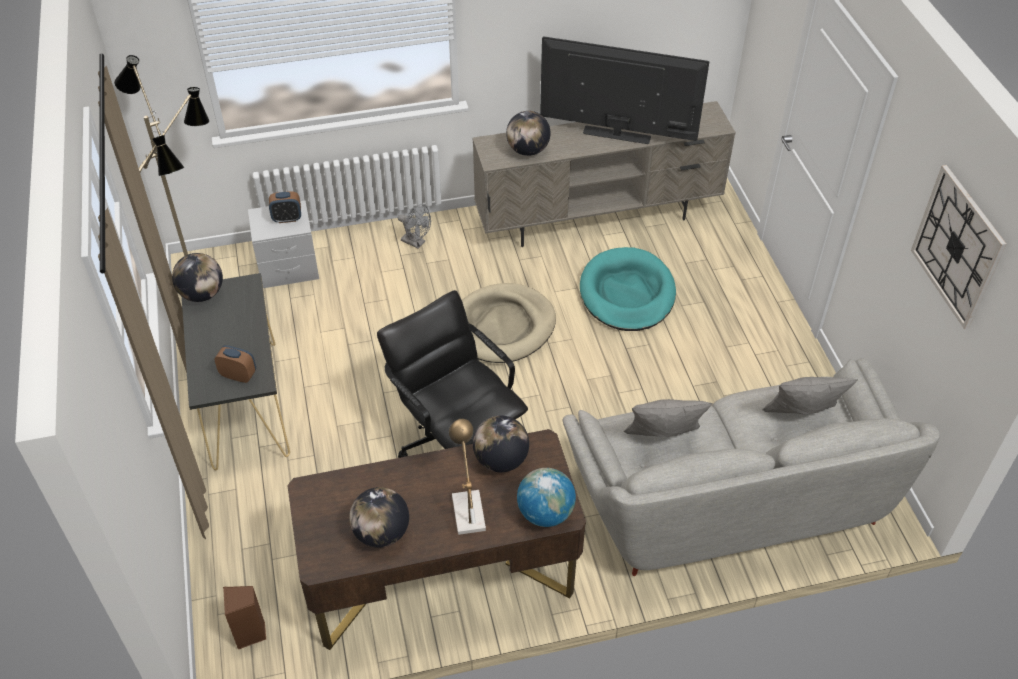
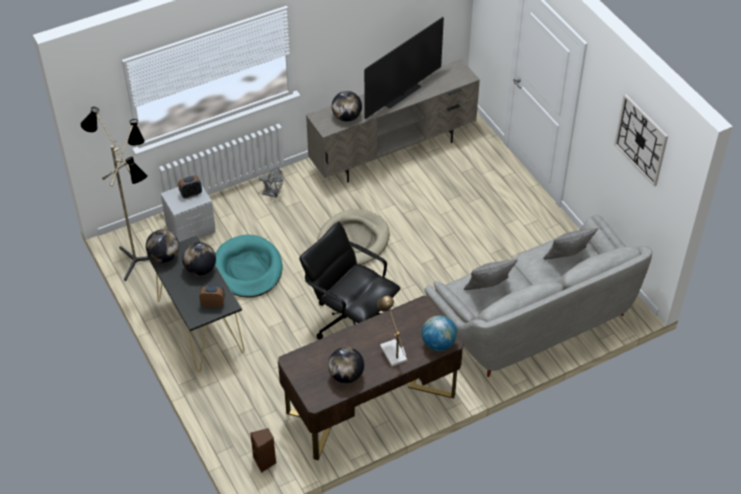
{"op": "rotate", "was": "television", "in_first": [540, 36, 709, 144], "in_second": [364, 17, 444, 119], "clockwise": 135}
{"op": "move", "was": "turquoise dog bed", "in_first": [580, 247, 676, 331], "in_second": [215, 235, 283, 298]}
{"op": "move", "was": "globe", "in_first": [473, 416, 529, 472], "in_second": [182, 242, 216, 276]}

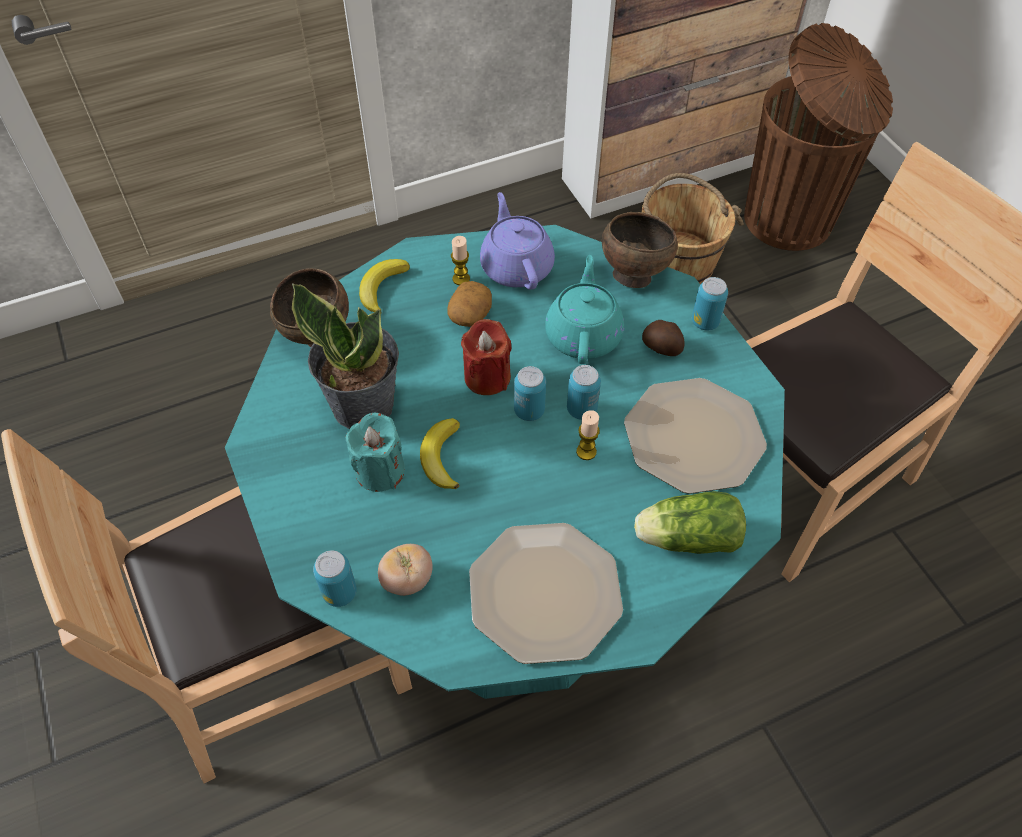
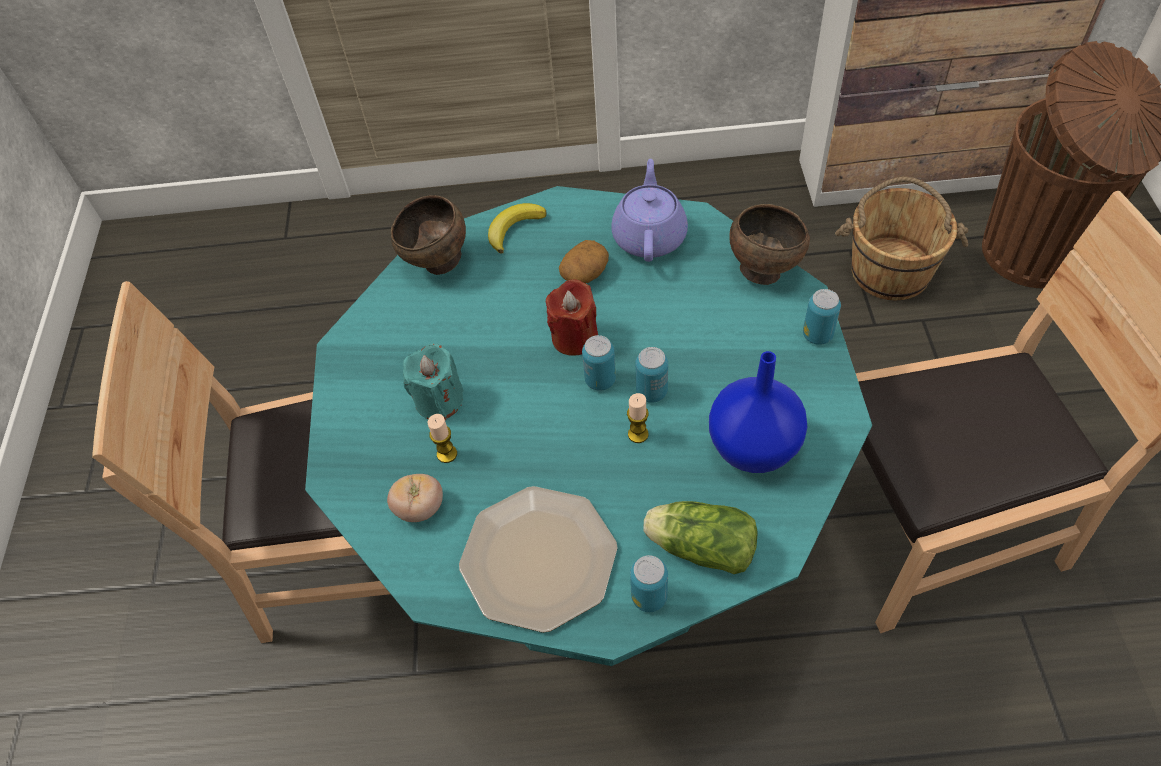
{"op": "move", "was": "candle", "in_first": [451, 236, 470, 285], "in_second": [428, 414, 457, 463]}
{"op": "delete", "was": "turquoise teapot", "in_first": [545, 255, 624, 364]}
{"op": "delete", "was": "potted plant", "in_first": [292, 283, 399, 429]}
{"op": "delete", "was": "potato", "in_first": [642, 320, 685, 356]}
{"op": "replace", "was": "plate", "now": "blue vase", "in_first": [624, 378, 767, 494], "in_second": [709, 351, 807, 473]}
{"op": "delete", "was": "banana", "in_first": [420, 418, 460, 489]}
{"op": "move", "was": "can", "in_first": [313, 550, 357, 607], "in_second": [630, 555, 668, 612]}

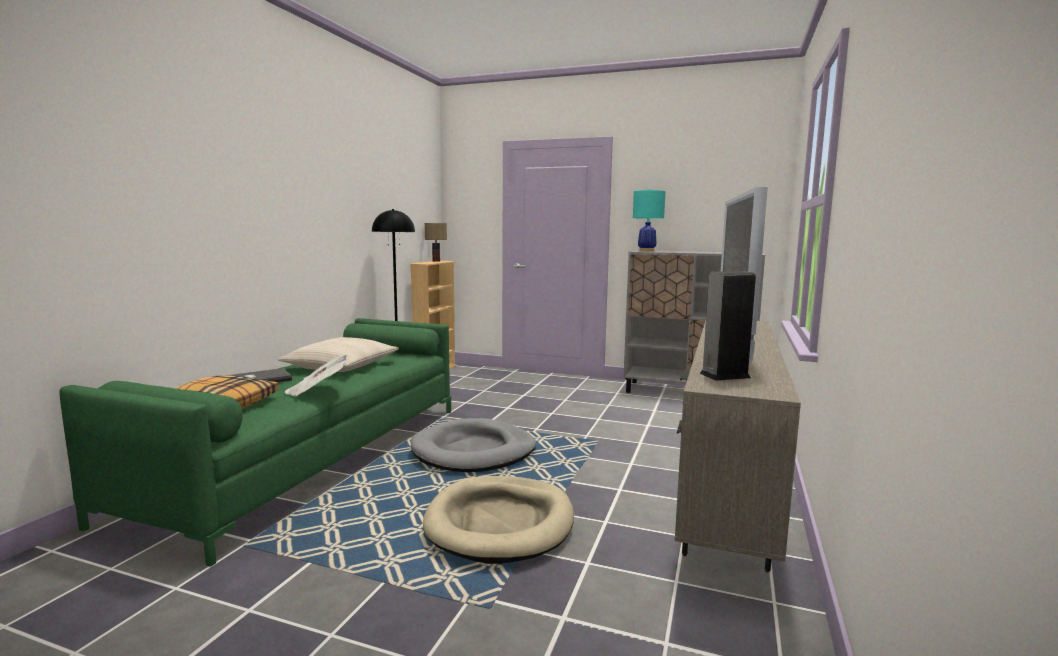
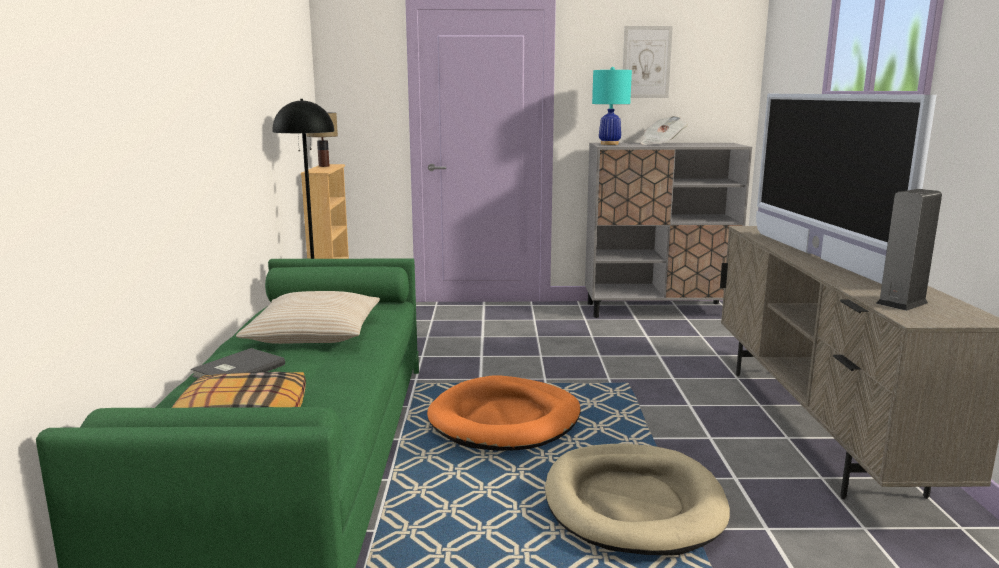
{"op": "move", "was": "newspaper", "in_first": [285, 355, 350, 396], "in_second": [641, 116, 688, 145]}
{"op": "recolor", "was": "grey dog bed", "now": "orange dog bed", "in_first": [411, 418, 536, 472], "in_second": [427, 375, 581, 451]}
{"op": "insert", "now": "picture", "in_second": [623, 26, 673, 98]}

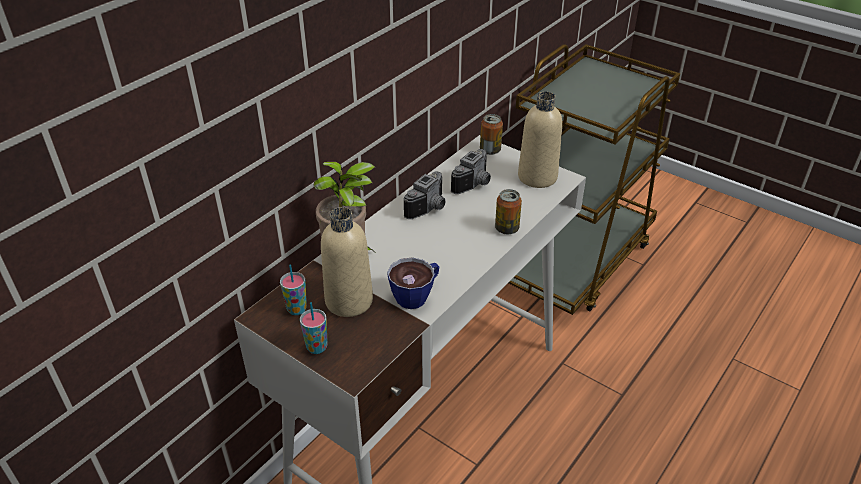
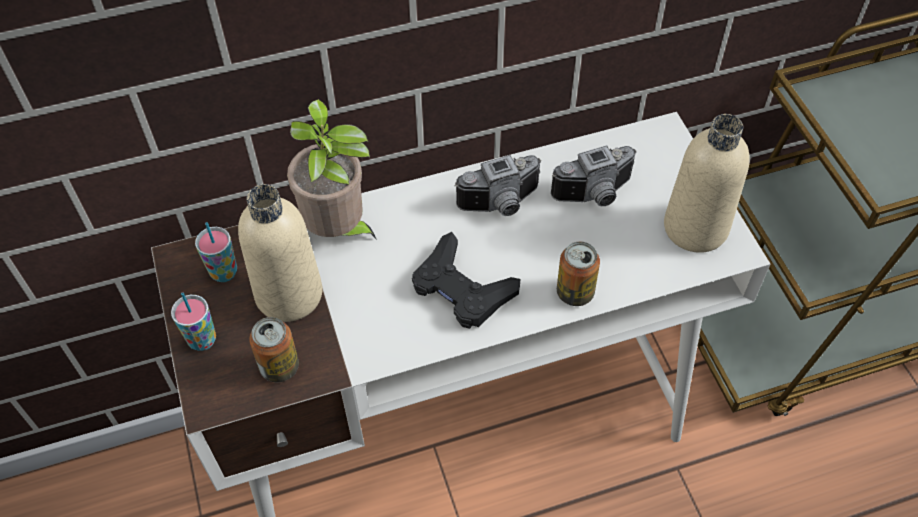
{"op": "move", "was": "can", "in_first": [480, 114, 503, 155], "in_second": [249, 317, 299, 382]}
{"op": "delete", "was": "cup", "in_first": [387, 257, 439, 309]}
{"op": "insert", "now": "black game controller", "in_second": [412, 232, 520, 329]}

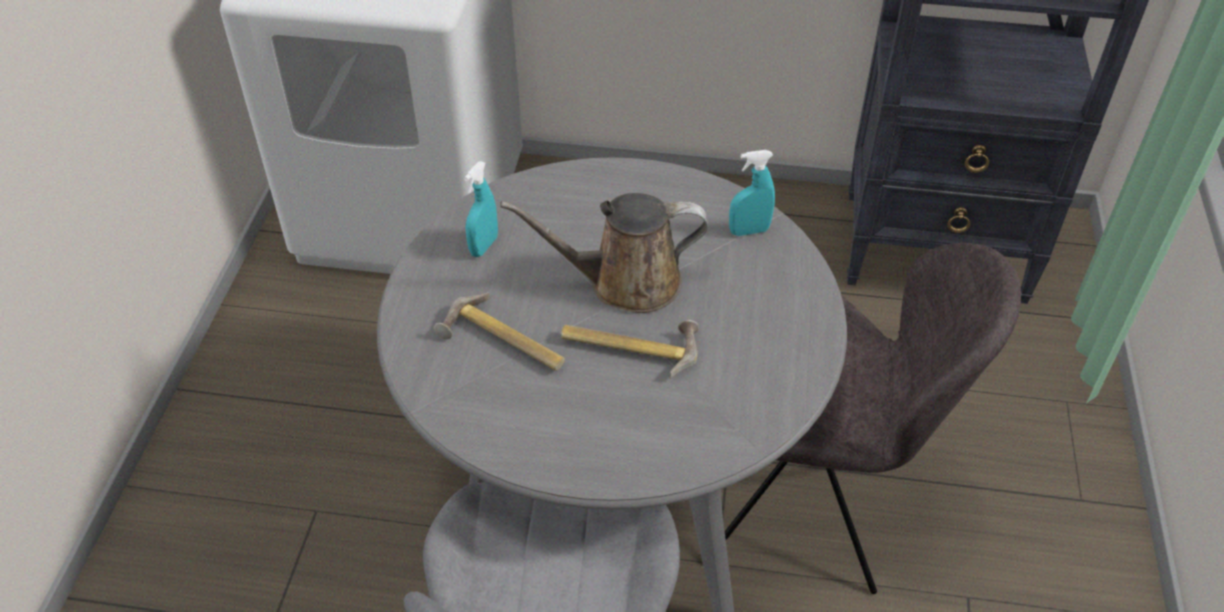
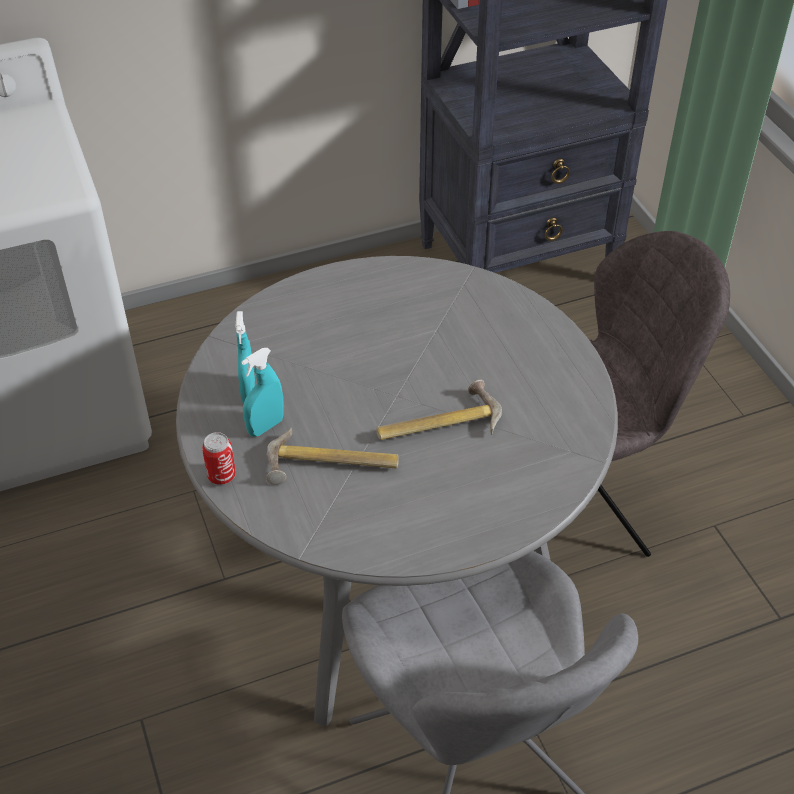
{"op": "move", "was": "turquoise spray bottle", "in_first": [729, 150, 775, 236], "in_second": [241, 348, 284, 437]}
{"op": "delete", "was": "brown watering can", "in_first": [500, 193, 708, 313]}
{"op": "insert", "now": "can", "in_second": [202, 432, 236, 485]}

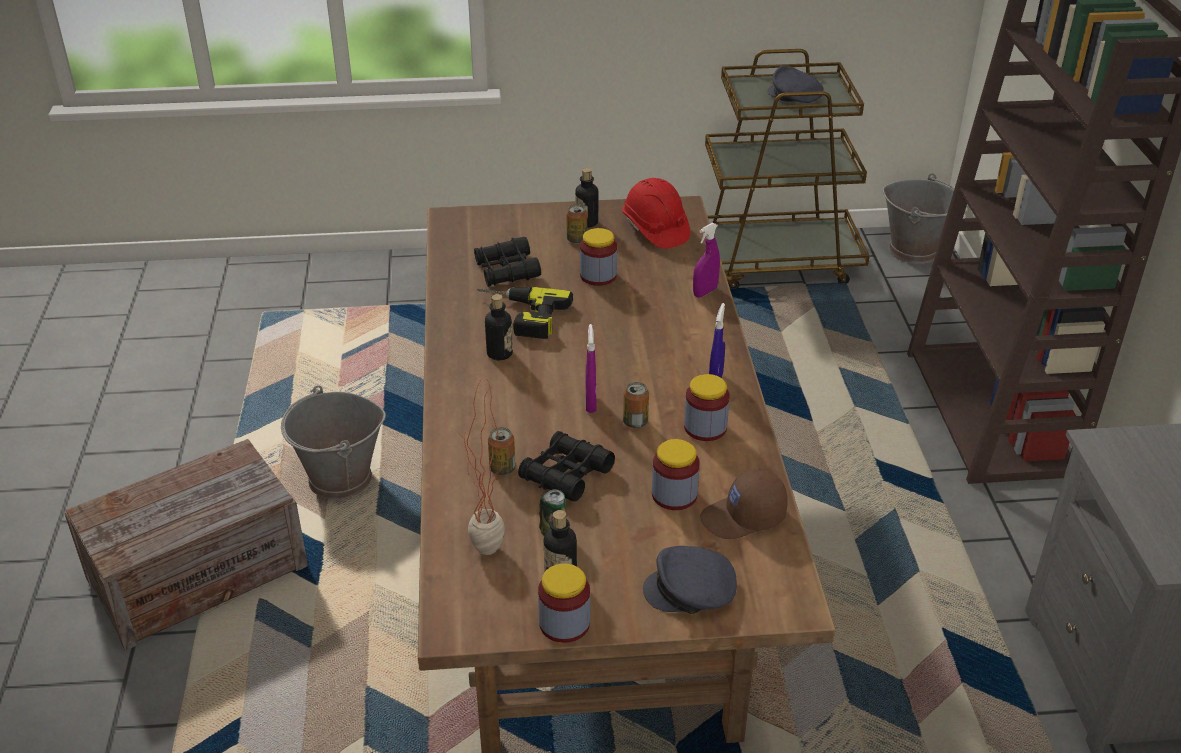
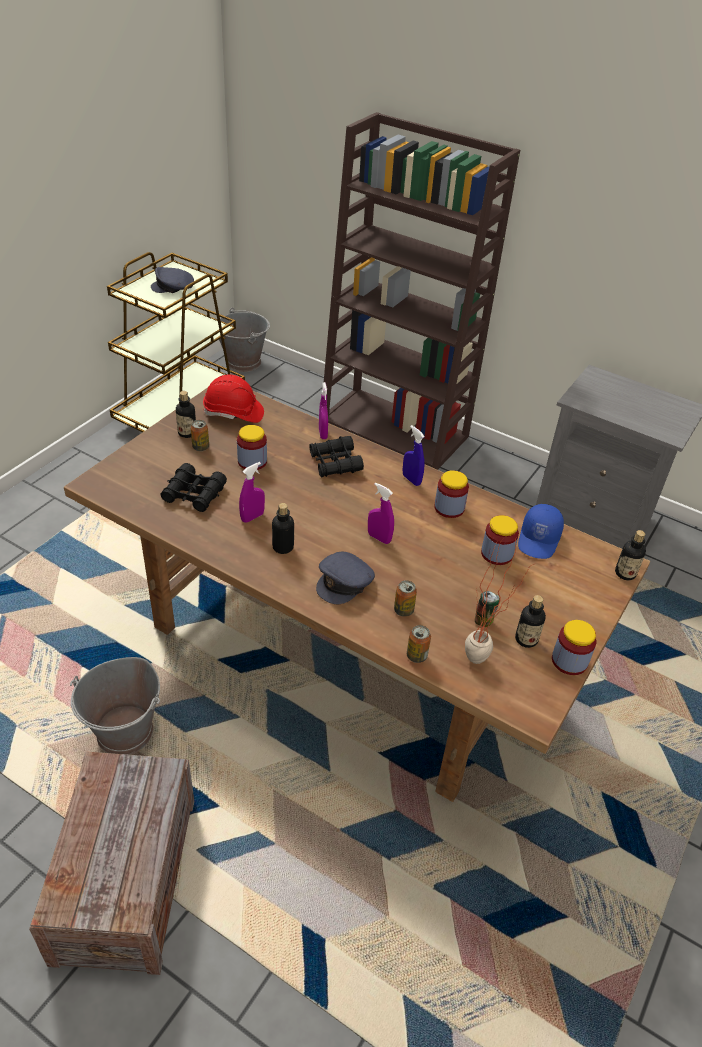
{"op": "replace", "was": "power drill", "now": "purple spray bottle", "in_first": [477, 287, 573, 339], "in_second": [239, 462, 265, 523]}
{"op": "move", "was": "can", "in_first": [623, 382, 649, 428], "in_second": [407, 625, 431, 663]}
{"op": "move", "was": "black binoculars", "in_first": [518, 431, 615, 501], "in_second": [309, 436, 364, 477]}
{"op": "recolor", "was": "brown cap", "now": "blue cap", "in_first": [700, 469, 788, 539], "in_second": [518, 504, 564, 559]}
{"op": "move", "was": "grey cap", "in_first": [643, 546, 737, 614], "in_second": [316, 552, 375, 604]}
{"op": "insert", "now": "bottle", "in_second": [615, 530, 646, 580]}

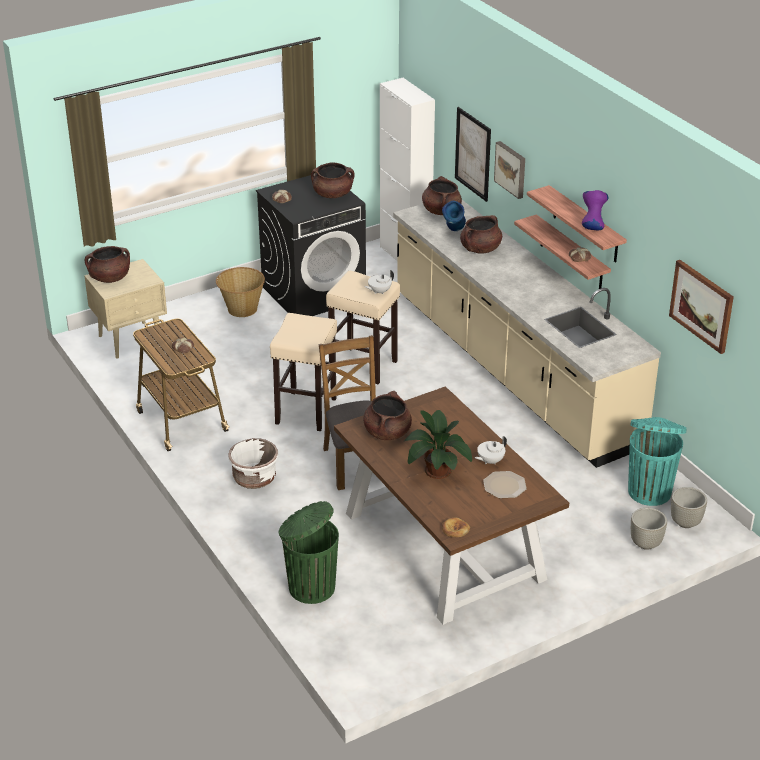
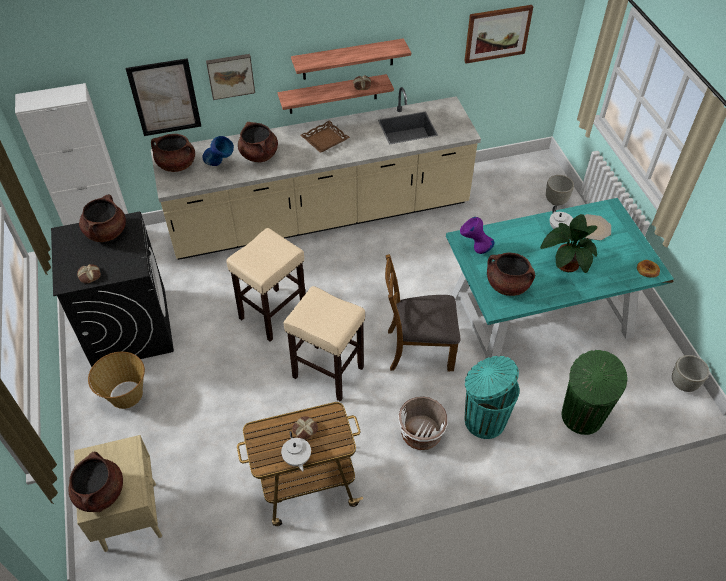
{"op": "move", "was": "purple vase", "in_first": [582, 190, 609, 230], "in_second": [460, 217, 495, 254]}
{"op": "move", "was": "white teapot", "in_first": [364, 270, 394, 294], "in_second": [281, 431, 311, 471]}
{"op": "recolor", "was": "brown dining table", "now": "turquoise dining table", "in_first": [334, 386, 569, 625], "in_second": [446, 198, 674, 359]}
{"op": "move", "was": "turquoise trash can", "in_first": [628, 417, 687, 506], "in_second": [465, 356, 520, 439]}
{"op": "move", "was": "grey planter", "in_first": [671, 487, 707, 528], "in_second": [672, 355, 710, 392]}
{"op": "insert", "now": "brown tray", "in_second": [300, 120, 350, 153]}

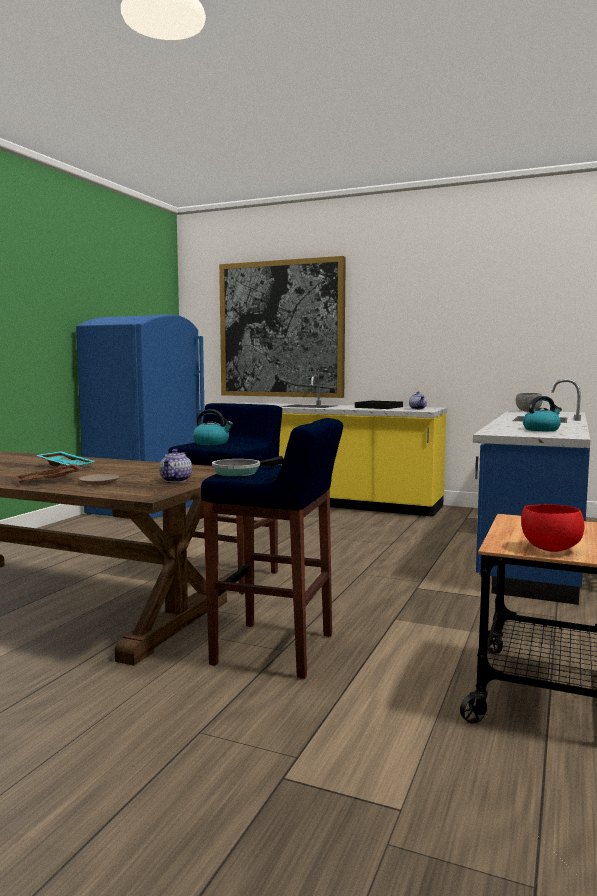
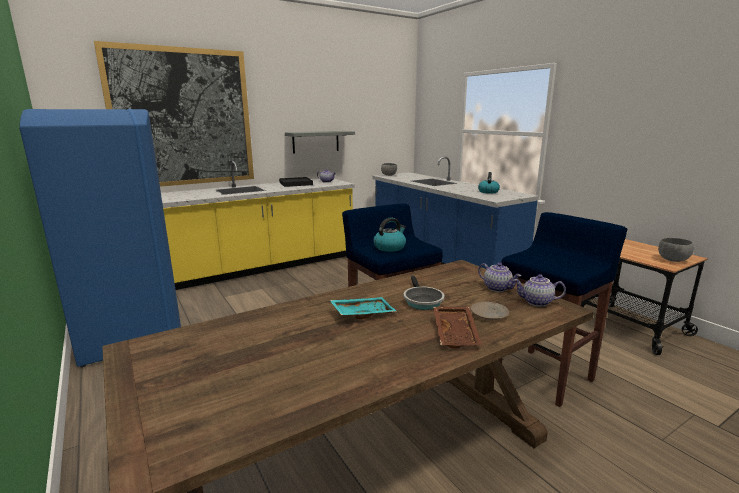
{"op": "move", "was": "frying pan", "in_first": [212, 456, 284, 477], "in_second": [403, 276, 445, 310]}
{"op": "recolor", "was": "red bowl", "now": "grey bowl", "in_first": [521, 504, 585, 552], "in_second": [658, 238, 694, 262]}
{"op": "insert", "now": "grey shelf", "in_second": [285, 131, 355, 153]}
{"op": "insert", "now": "teapot", "in_second": [513, 274, 566, 307]}

